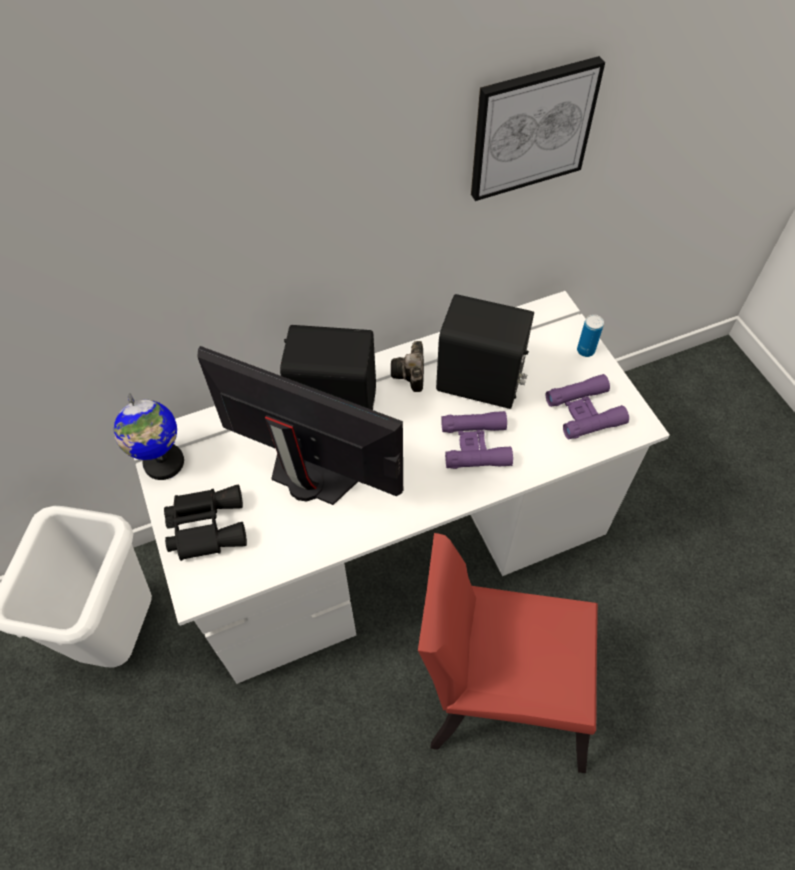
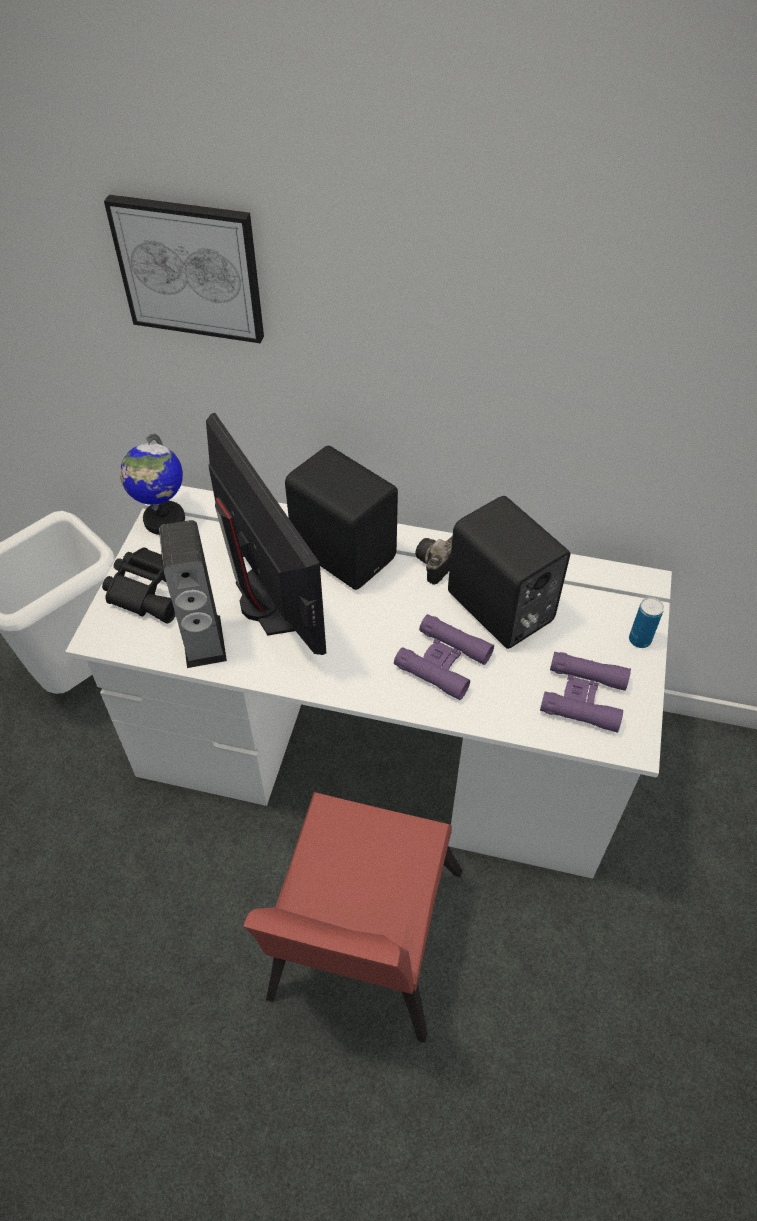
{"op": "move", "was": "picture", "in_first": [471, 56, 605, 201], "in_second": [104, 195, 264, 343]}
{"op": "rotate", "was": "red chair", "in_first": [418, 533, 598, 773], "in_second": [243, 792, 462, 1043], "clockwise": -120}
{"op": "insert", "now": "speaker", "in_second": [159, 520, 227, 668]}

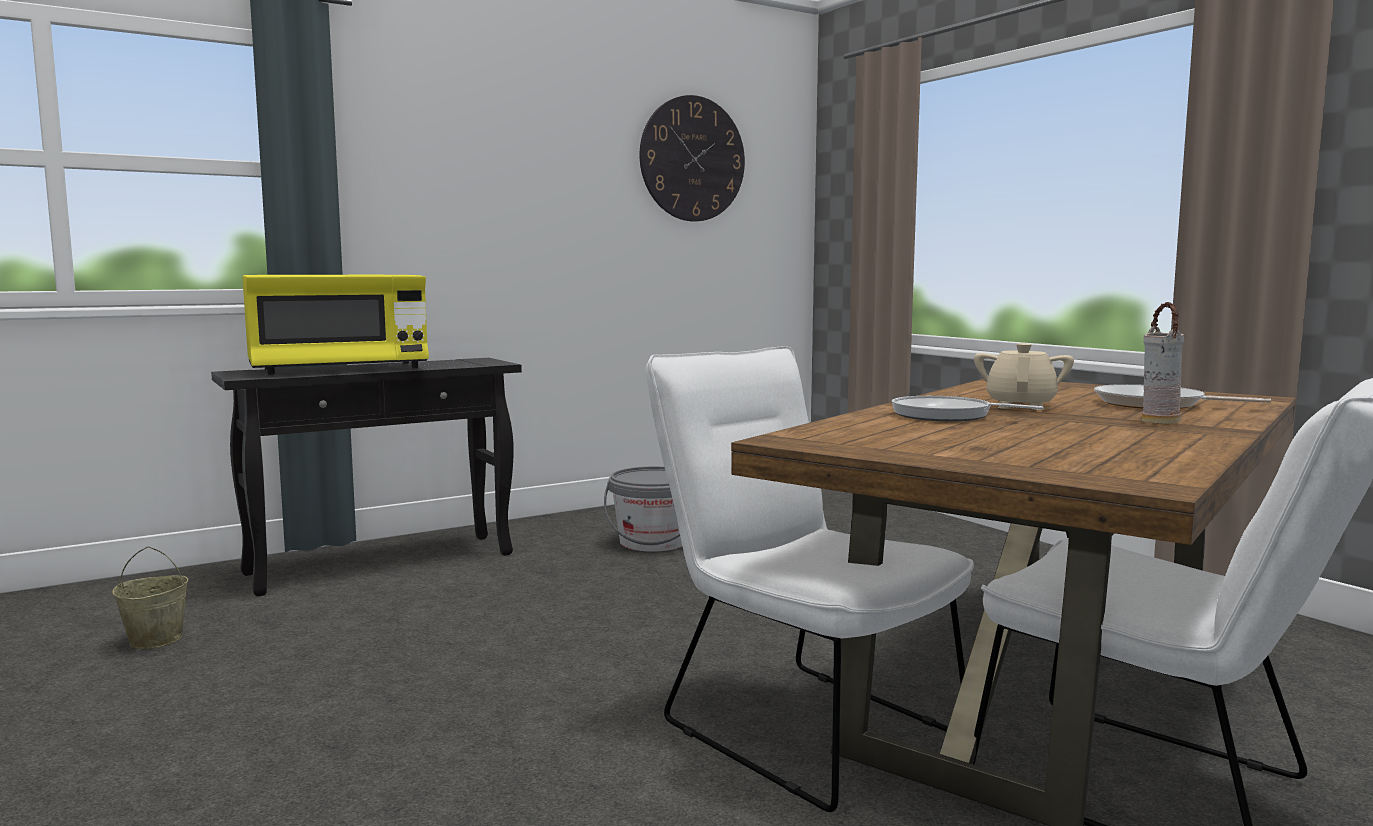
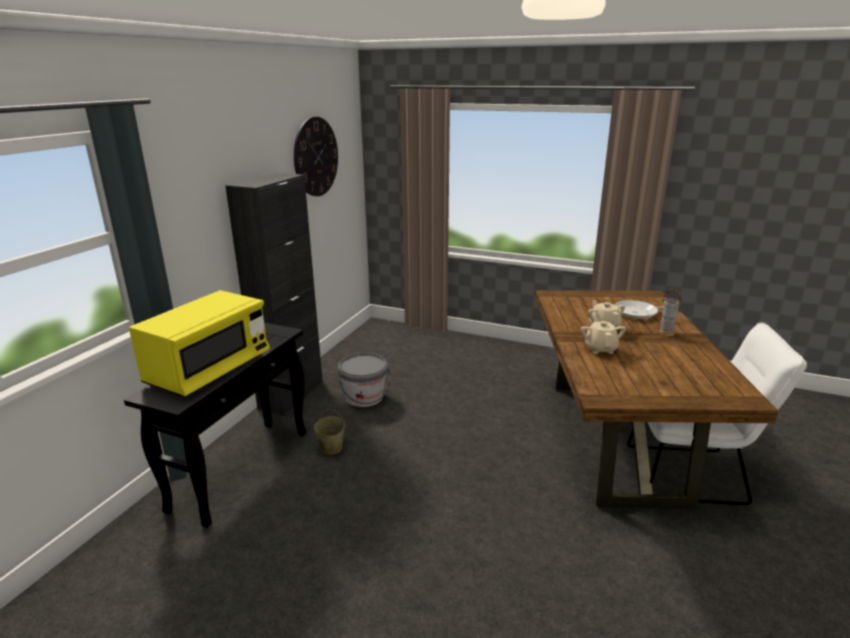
{"op": "delete", "was": "white chair", "in_first": [646, 346, 974, 812]}
{"op": "replace", "was": "frying pan", "now": "beige teapot", "in_first": [892, 396, 1043, 421], "in_second": [581, 318, 626, 354]}
{"op": "move", "was": "beige bucket", "in_first": [112, 546, 188, 649], "in_second": [314, 409, 345, 455]}
{"op": "insert", "now": "black cabinet", "in_second": [225, 173, 323, 415]}

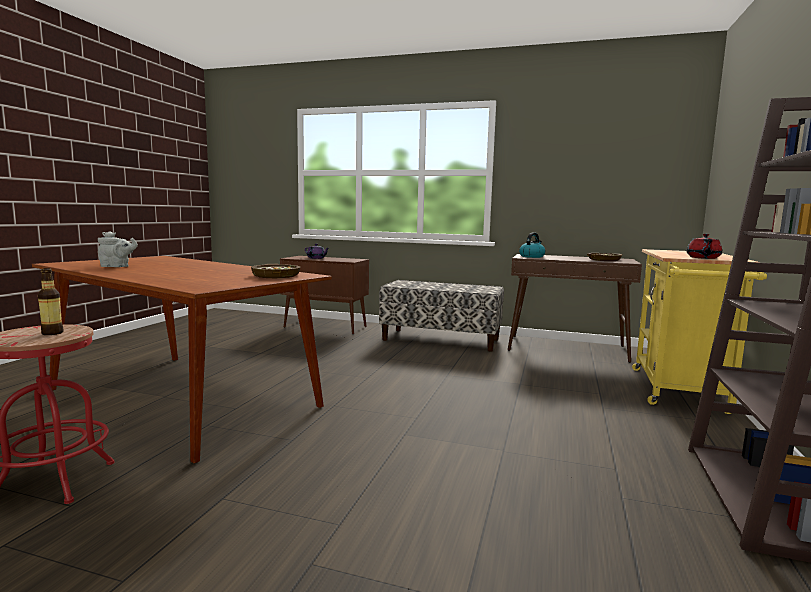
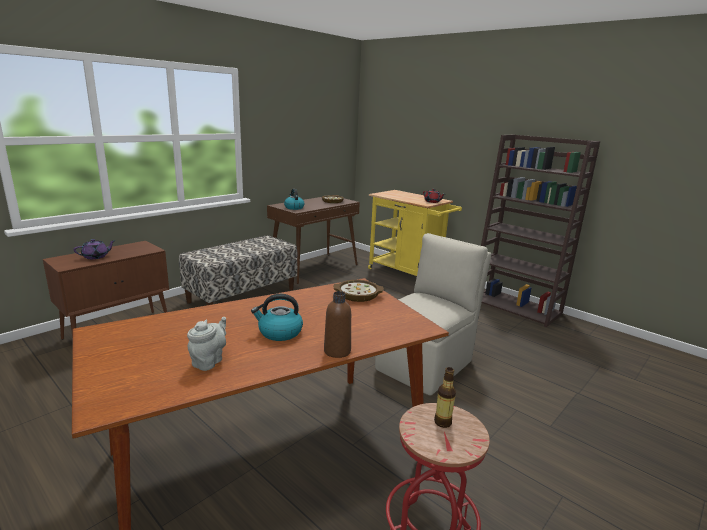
{"op": "insert", "now": "beige chair", "in_second": [375, 233, 491, 395]}
{"op": "insert", "now": "brown bottle", "in_second": [324, 291, 351, 358]}
{"op": "insert", "now": "kettle", "in_second": [251, 294, 303, 341]}

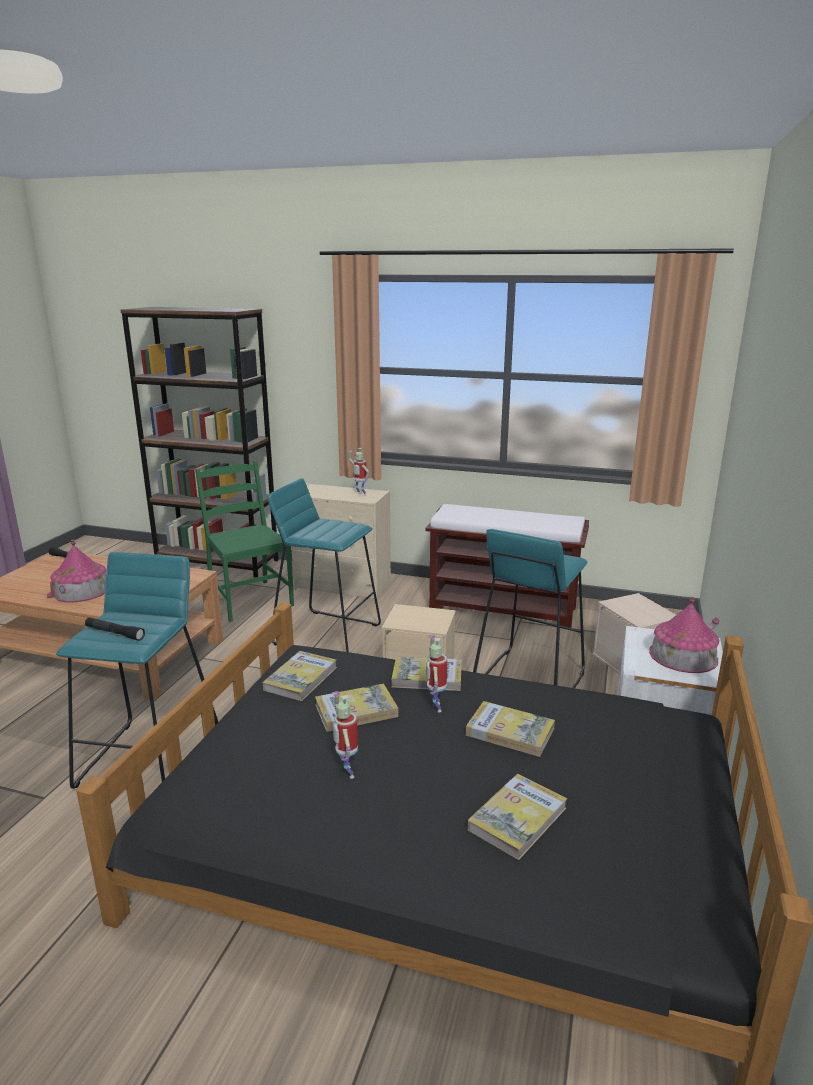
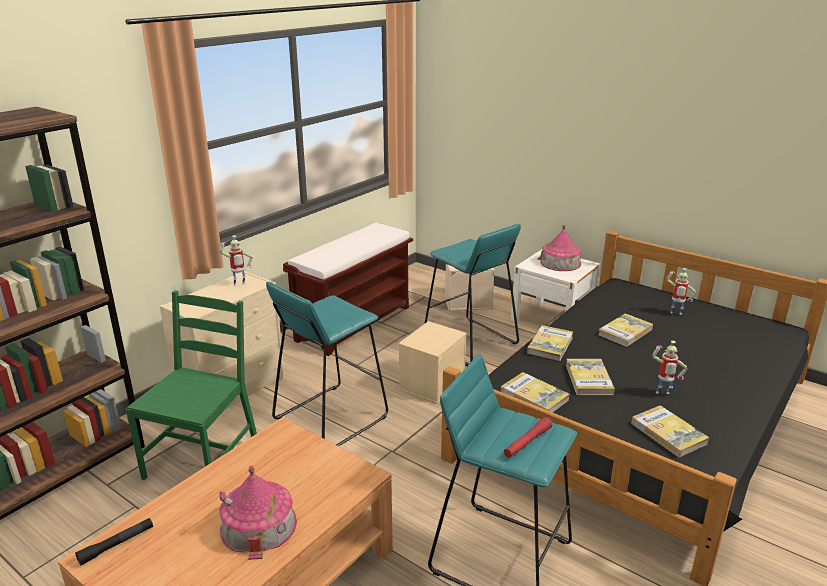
{"op": "rotate", "was": "green chair", "in_first": [195, 461, 294, 622], "in_second": [126, 290, 257, 480], "clockwise": 120}
{"op": "recolor", "was": "black flashlight", "now": "red flashlight", "in_first": [85, 617, 145, 641], "in_second": [504, 417, 552, 458]}
{"op": "move", "was": "toy robot", "in_first": [426, 635, 447, 713], "in_second": [666, 268, 696, 315]}
{"op": "move", "was": "book", "in_first": [468, 774, 567, 860], "in_second": [631, 405, 709, 458]}

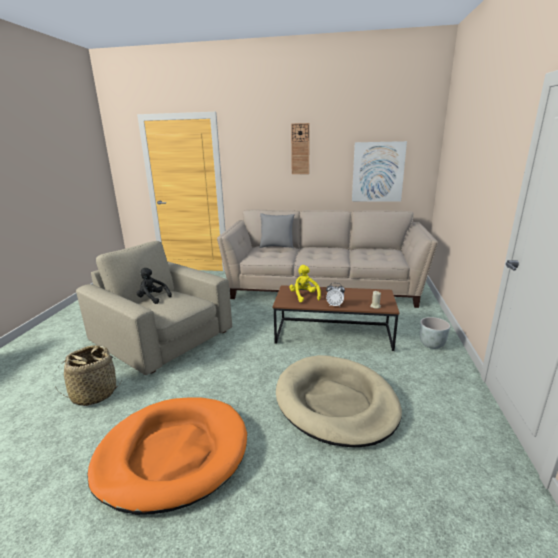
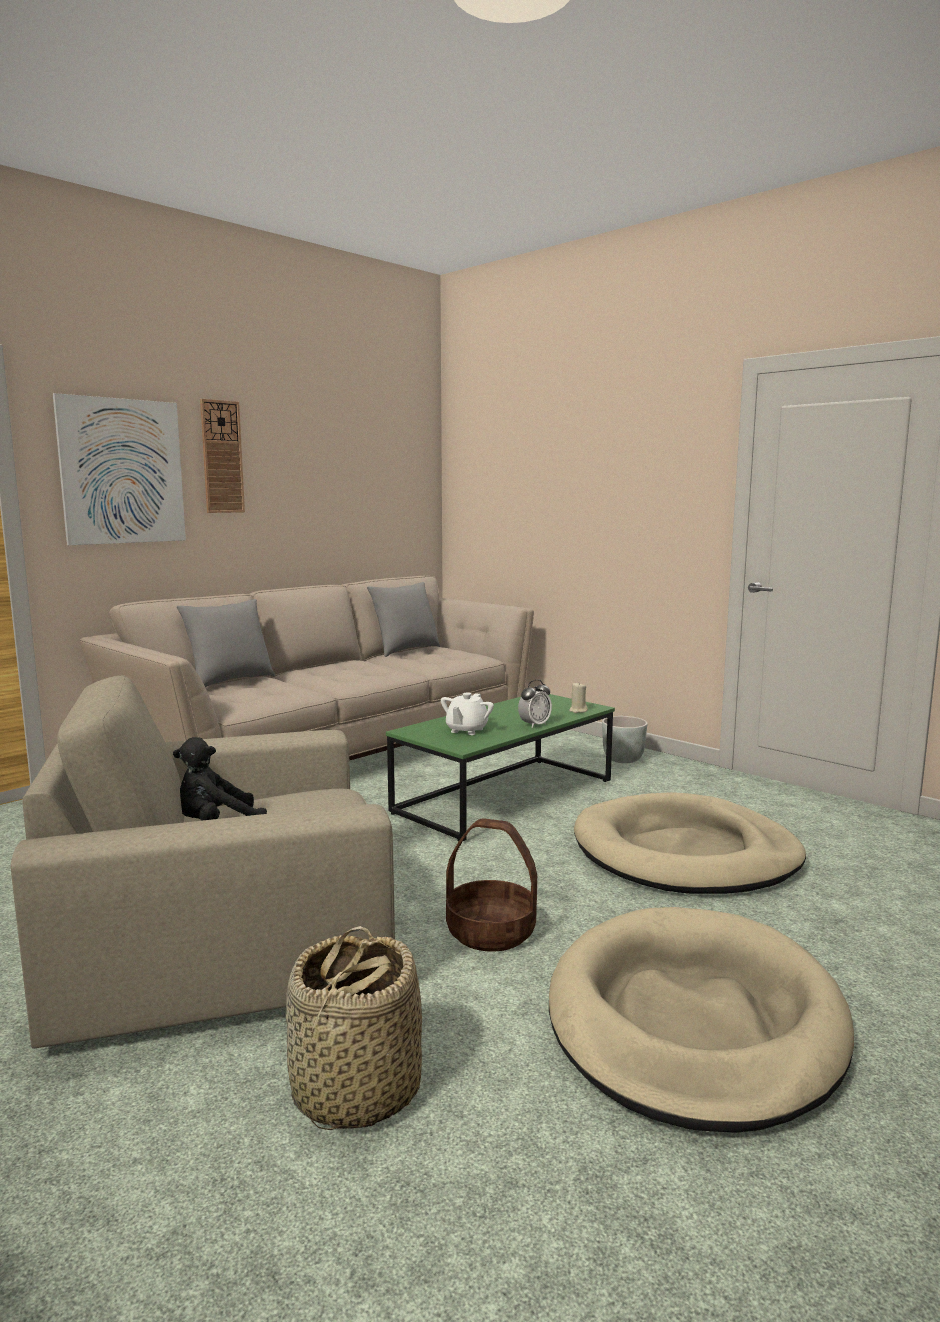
{"op": "move", "was": "picture", "in_first": [352, 141, 407, 202], "in_second": [53, 393, 186, 545]}
{"op": "replace", "was": "yellow plush toy", "now": "white teapot", "in_first": [289, 265, 321, 303], "in_second": [441, 693, 494, 735]}
{"op": "recolor", "was": "brown coffee table", "now": "green coffee table", "in_first": [273, 285, 400, 351], "in_second": [386, 694, 615, 842]}
{"op": "recolor", "was": "orange dog bed", "now": "beige dog bed", "in_first": [87, 397, 247, 515], "in_second": [549, 907, 854, 1133]}
{"op": "insert", "now": "grey pillow", "in_second": [367, 582, 440, 657]}
{"op": "insert", "now": "basket", "in_second": [446, 818, 537, 952]}

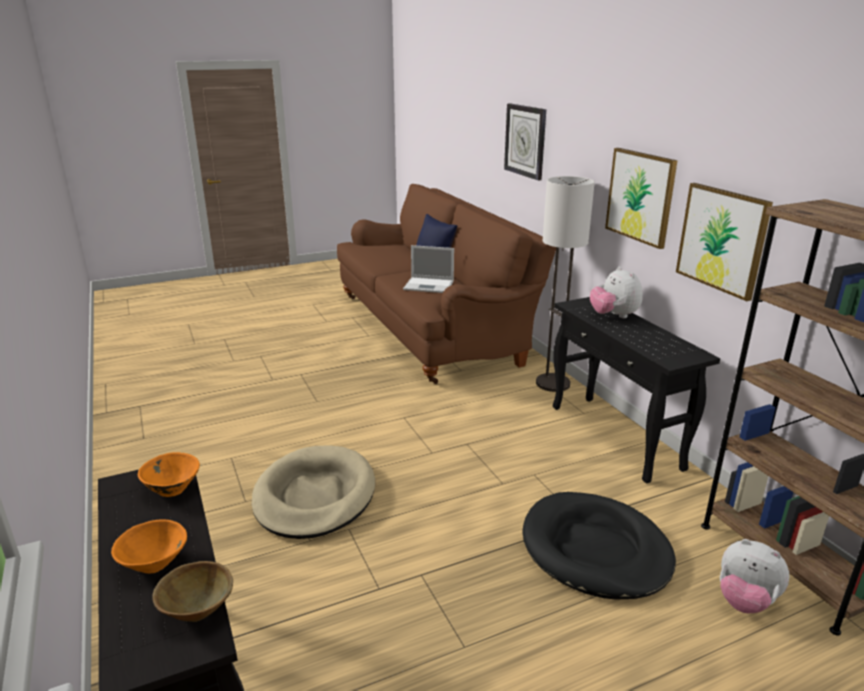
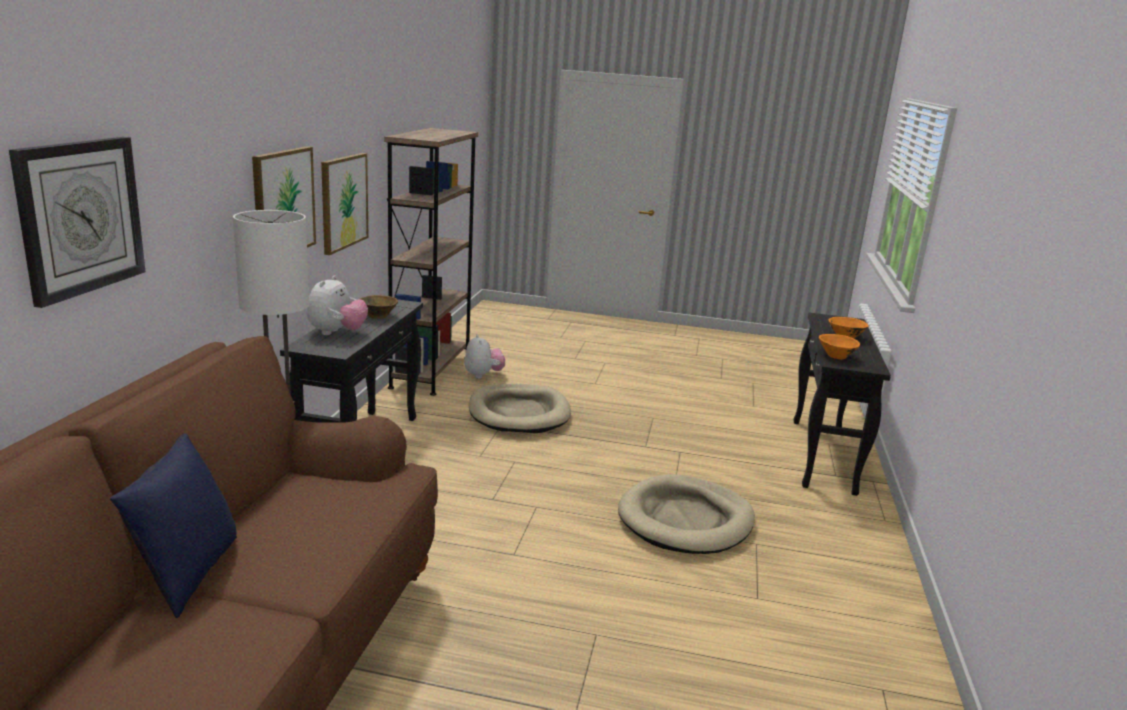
{"op": "delete", "was": "laptop", "in_first": [403, 245, 454, 293]}
{"op": "recolor", "was": "black dog bed", "now": "beige dog bed", "in_first": [523, 492, 676, 600], "in_second": [469, 384, 571, 433]}
{"op": "move", "was": "brown bowl", "in_first": [152, 561, 233, 622], "in_second": [360, 295, 398, 319]}

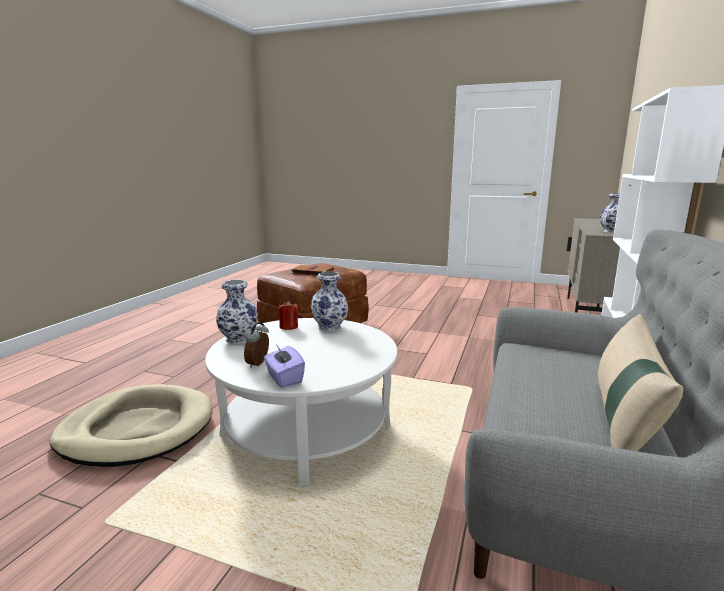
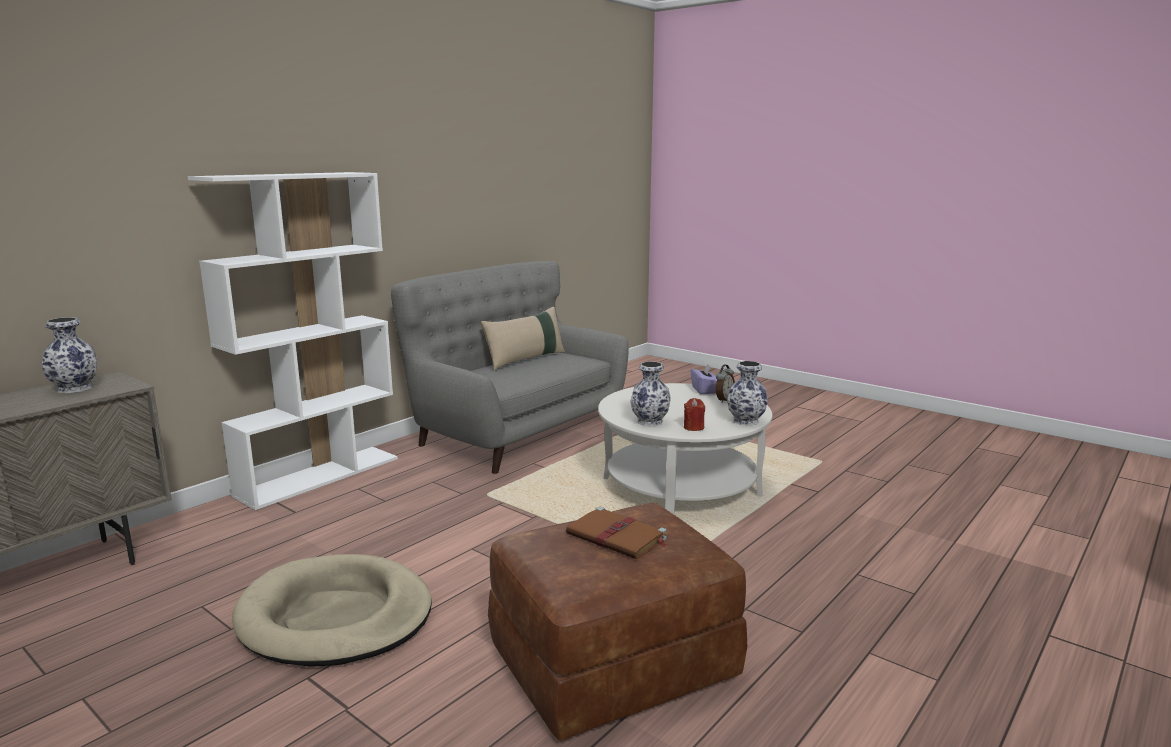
{"op": "move", "was": "beige dog bed", "in_first": [49, 384, 212, 467], "in_second": [232, 554, 432, 667]}

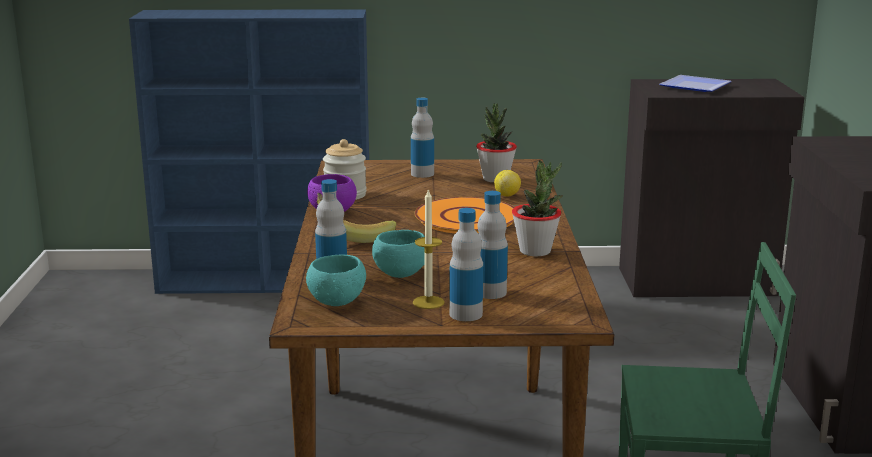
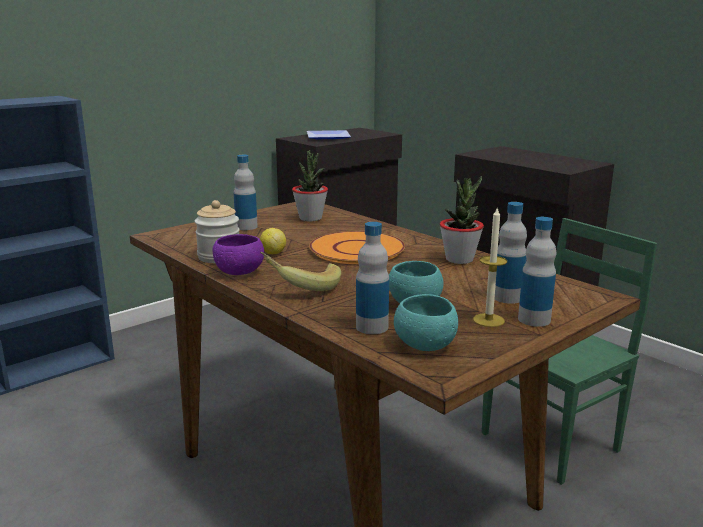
{"op": "move", "was": "lemon", "in_first": [494, 170, 521, 197], "in_second": [260, 228, 286, 254]}

